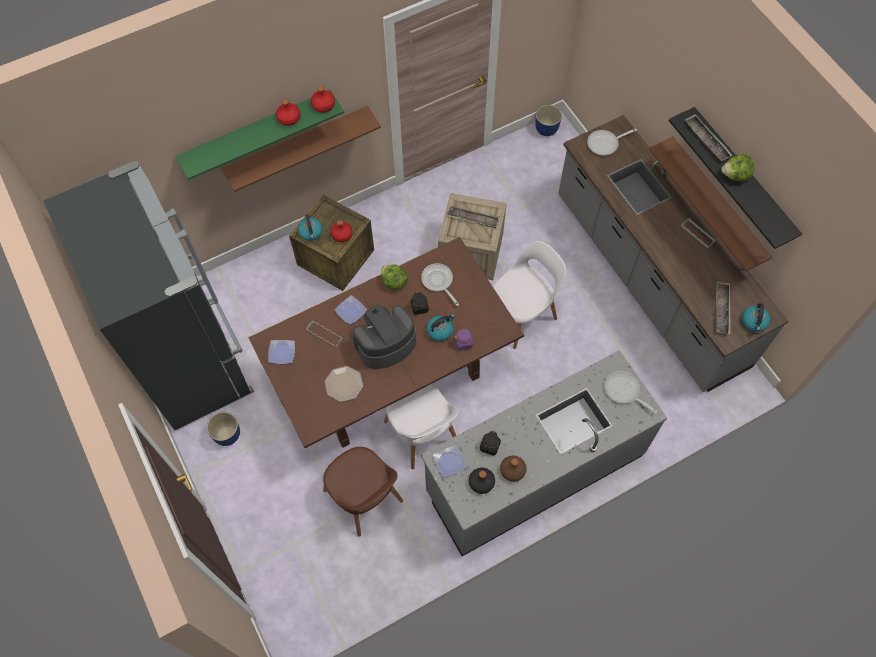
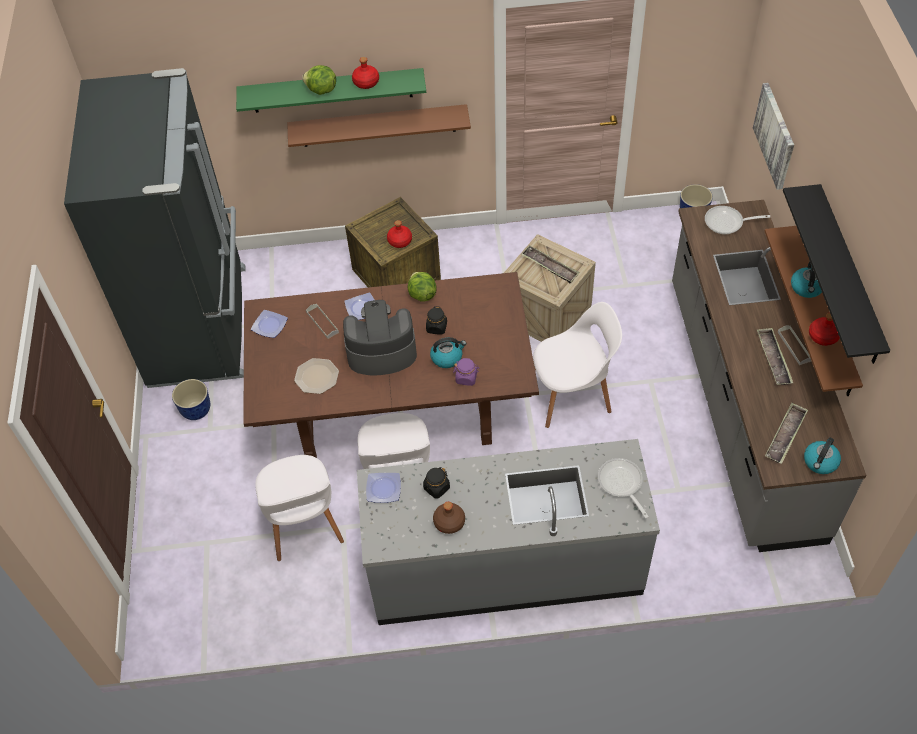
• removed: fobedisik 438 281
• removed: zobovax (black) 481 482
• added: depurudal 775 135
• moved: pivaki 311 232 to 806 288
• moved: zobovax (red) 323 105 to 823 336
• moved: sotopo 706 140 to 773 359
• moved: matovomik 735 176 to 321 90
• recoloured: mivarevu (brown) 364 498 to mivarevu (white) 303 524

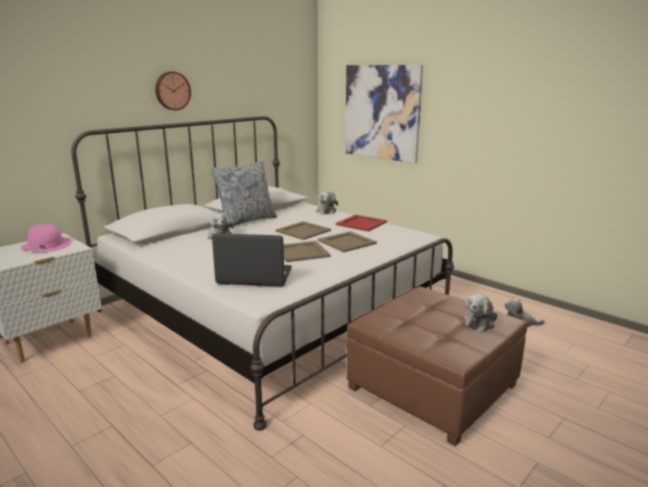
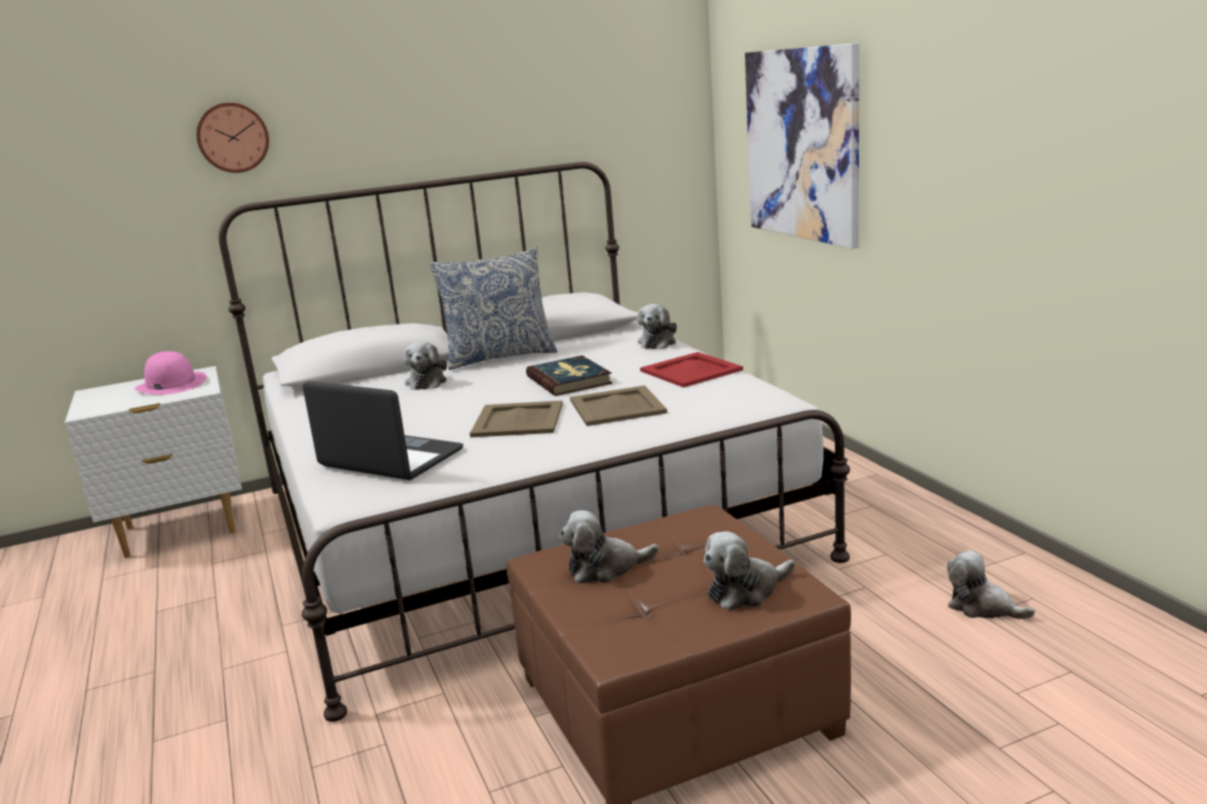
• added: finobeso 605 568
• moved: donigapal 172 91 to 232 137
• replaced: sotopo (beige) 303 230 to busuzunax 569 380

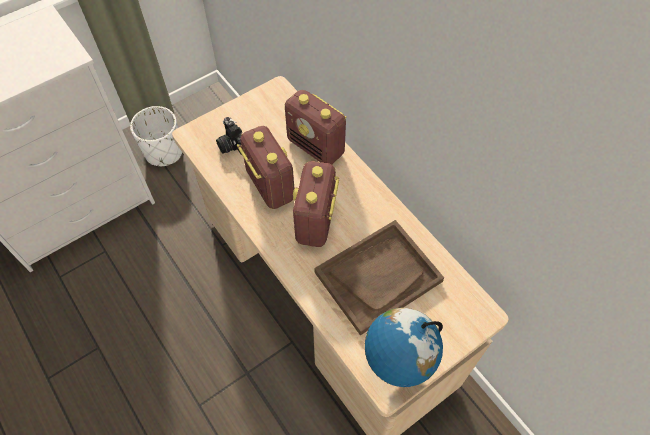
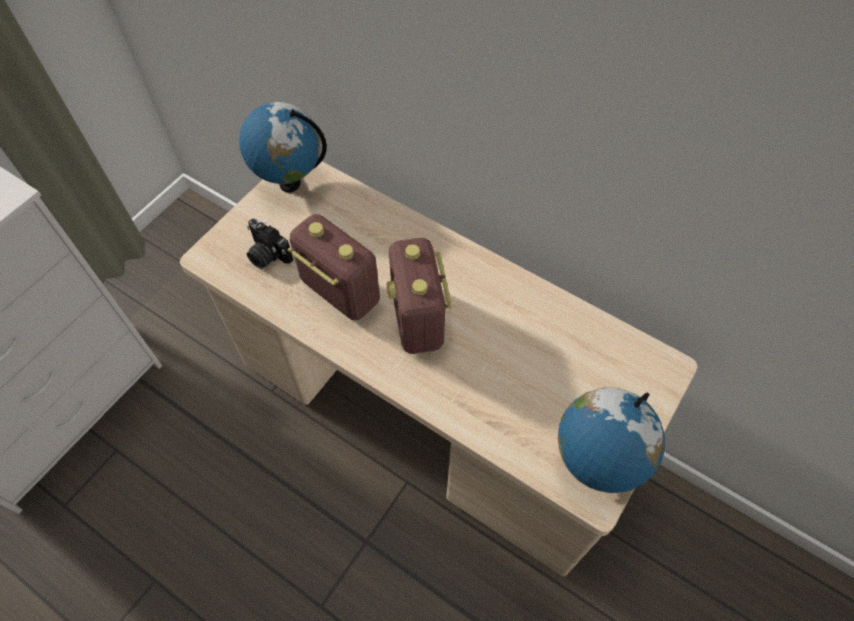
• removed: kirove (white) 164 152
• removed: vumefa 316 147
• removed: sotopo (brown) 378 276
• added: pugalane 290 182

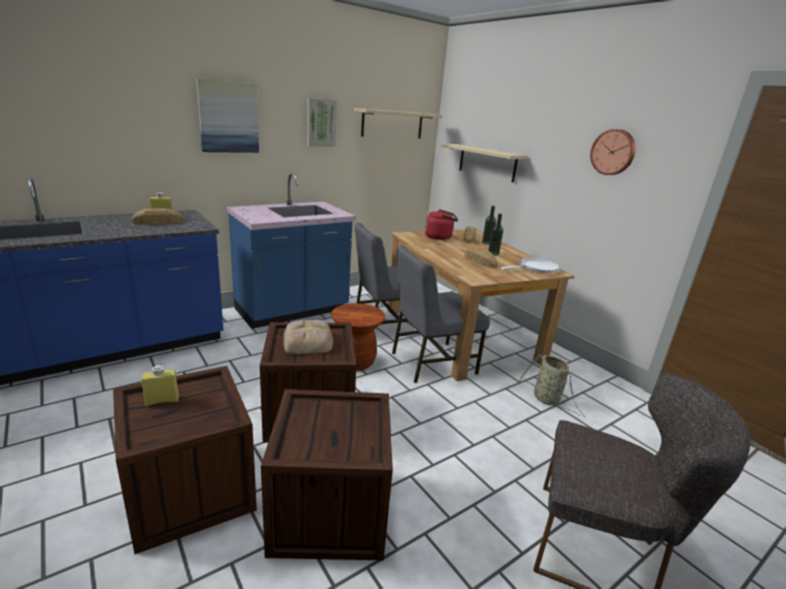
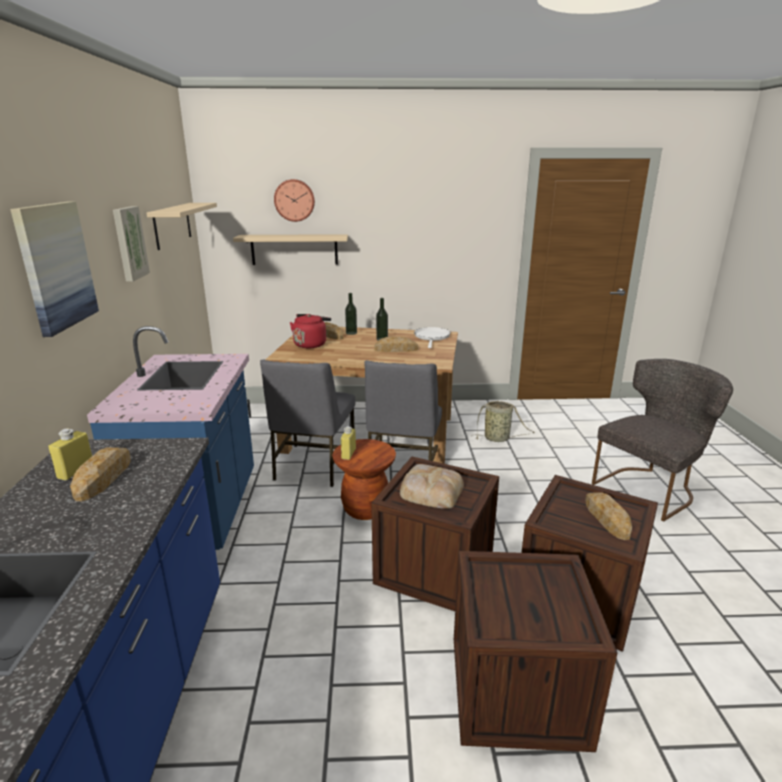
• added: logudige 606 518
• moved: zobovax (yellow) 162 401 to 348 454
• moved: donigapal 613 152 to 294 200

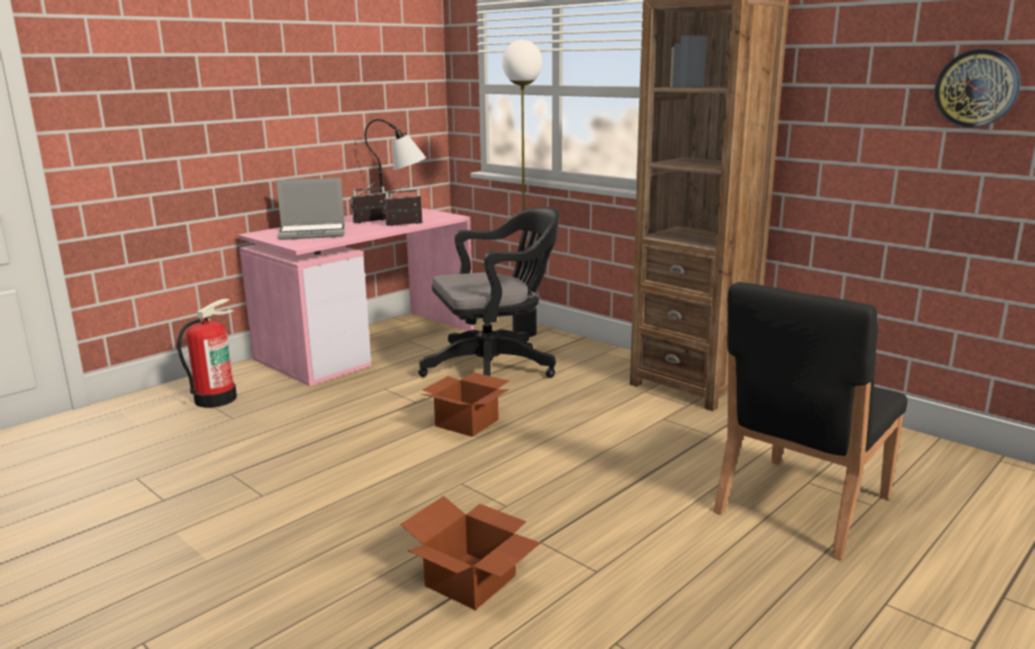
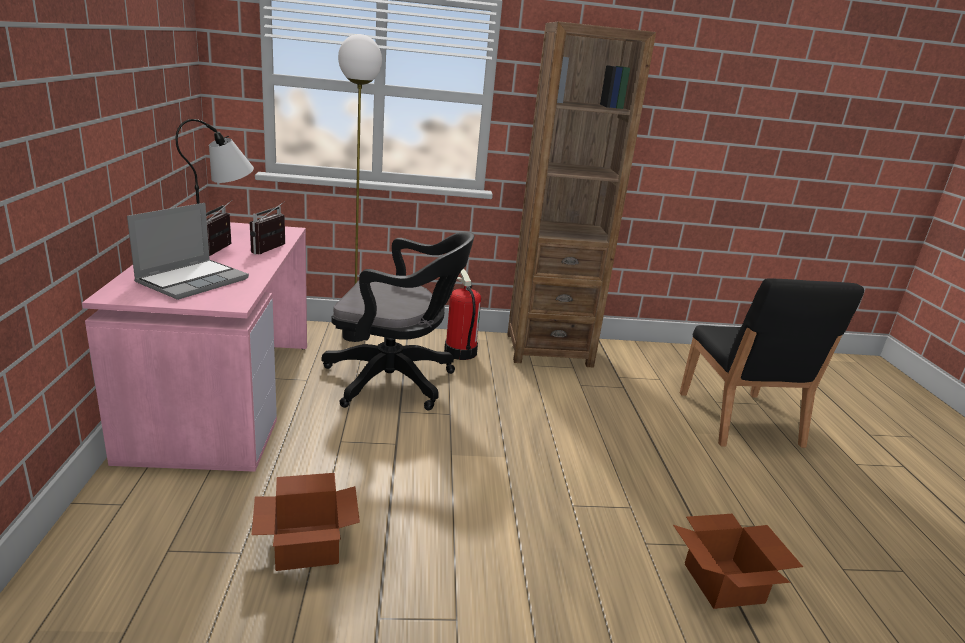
• removed: donigapal 976 88
• moved: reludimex 215 399 to 459 352
• moved: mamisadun 468 422 to 308 544
• turned: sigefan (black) 495 368 = 396 381 75 degrees clockwise

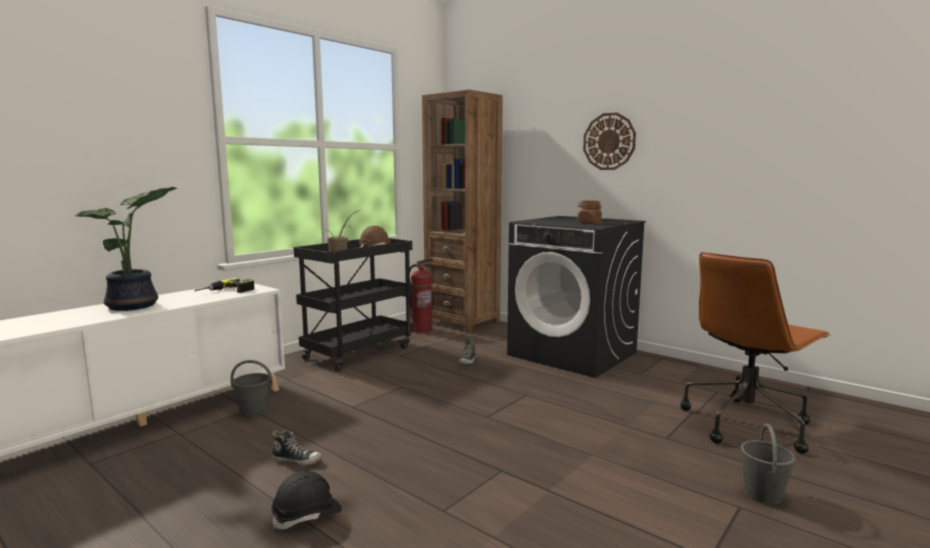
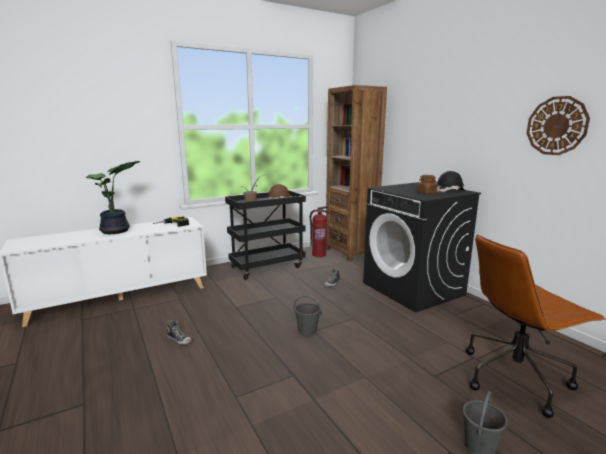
• moved: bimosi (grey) 254 412 to 307 330
• moved: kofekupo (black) 307 515 to 450 191
• moved: donigapal 609 141 to 556 126

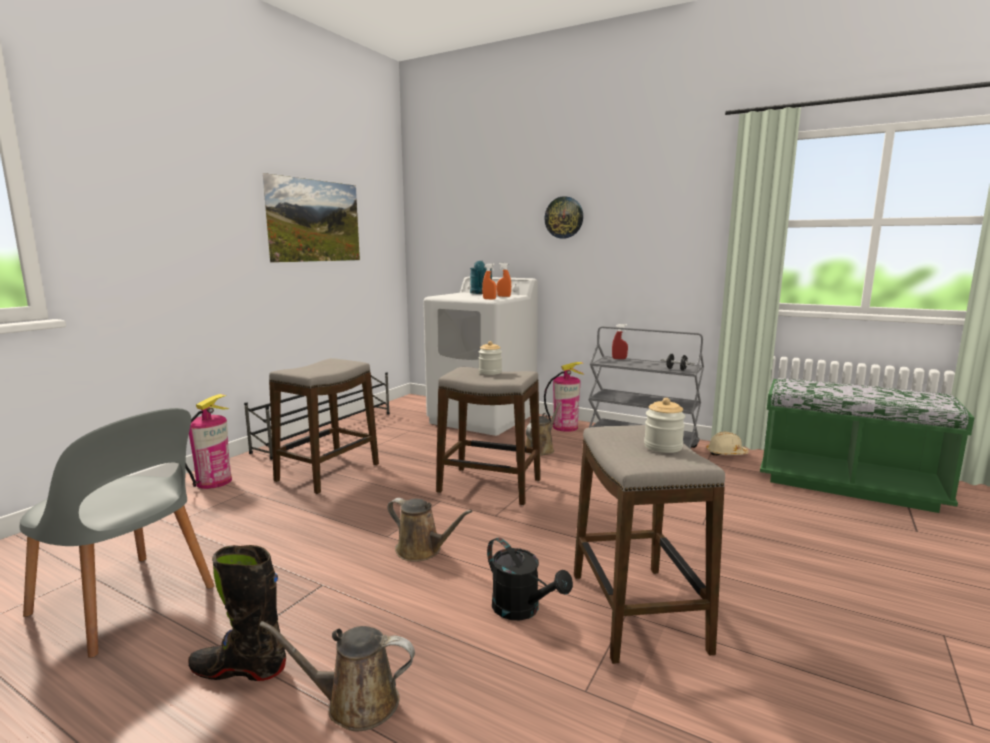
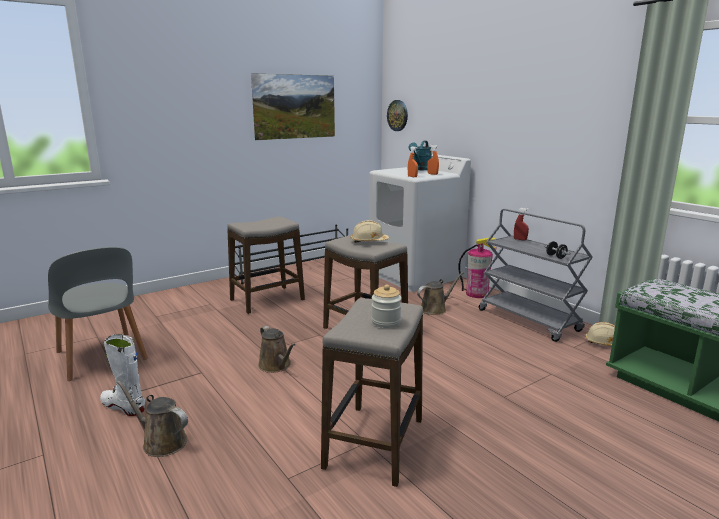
• removed: reludimex 214 481
• removed: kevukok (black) 522 610
• moved: donigapal 564 217 to 397 115
• replaced: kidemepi 490 372 to kofekupo (beige) 369 241
• recoloured: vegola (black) 239 670 to vegola (white) 123 407

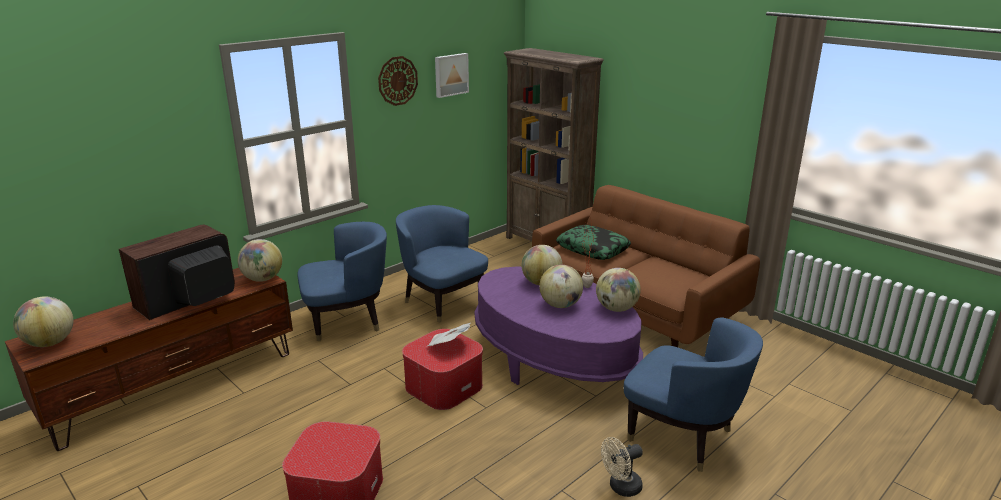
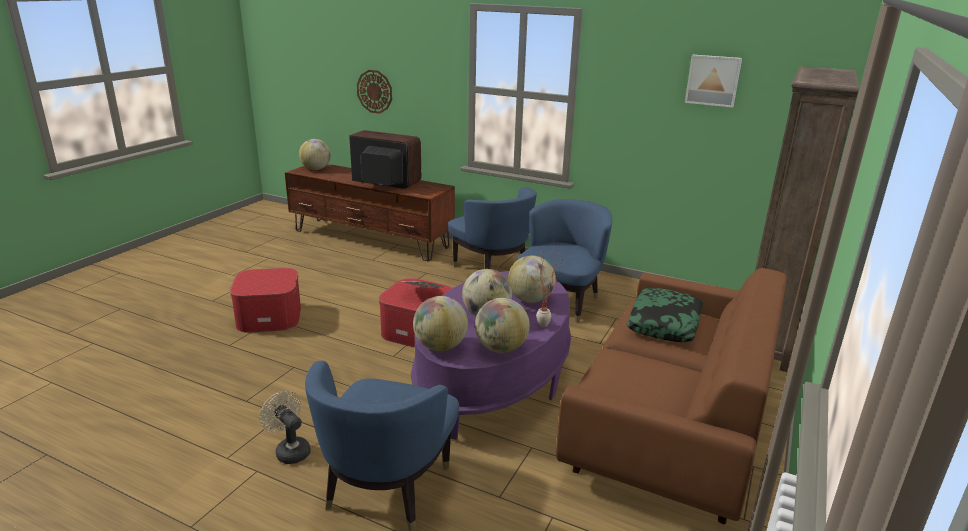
• moved: pugalane 262 279 to 440 346
• moved: donigapal 397 81 to 374 91

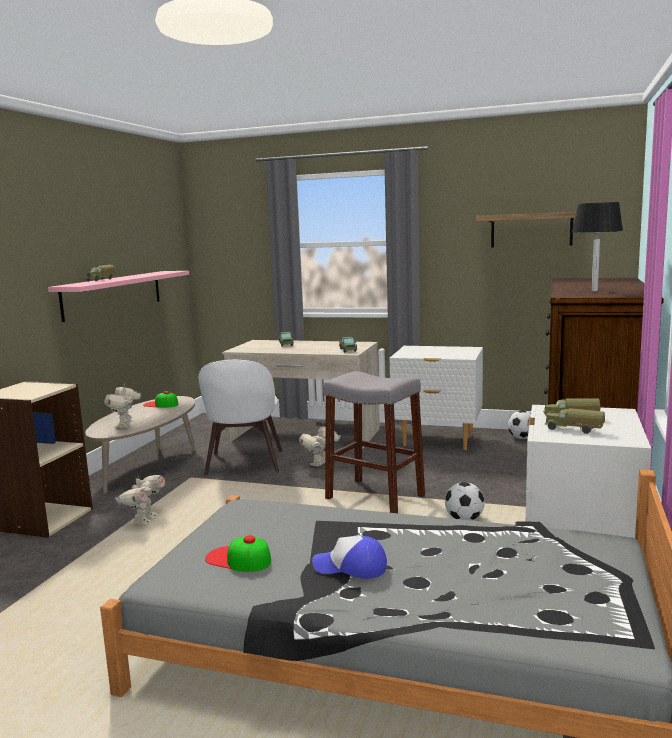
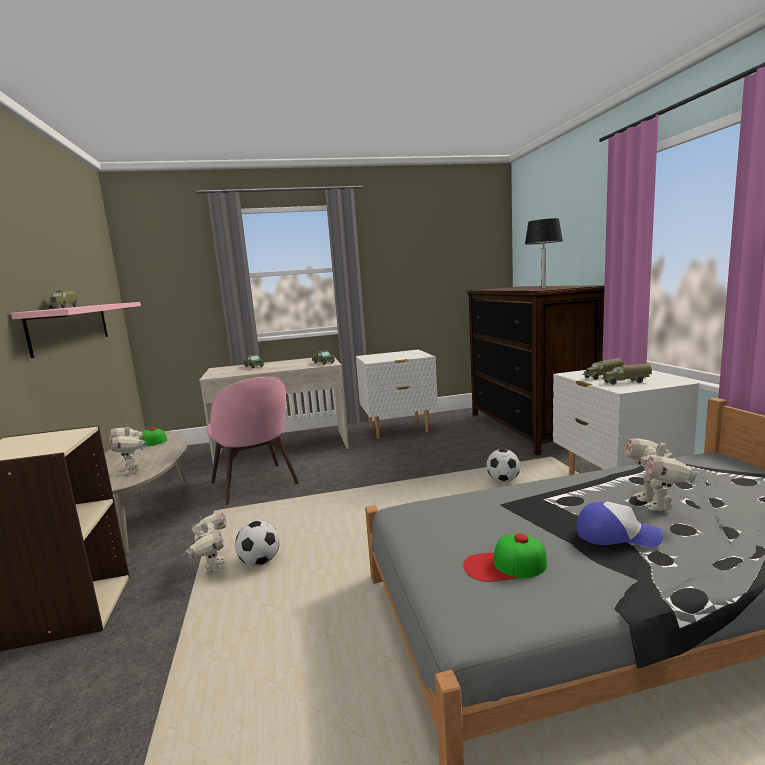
• removed: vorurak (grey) 375 497
• removed: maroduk 531 230
• moved: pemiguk 321 464 to 655 504
• moved: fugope 521 438 to 260 562
• recoloured: mivarevu (white) 244 464 to mivarevu (pink) 255 484
• turned: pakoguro 350 567 = 616 535 150 degrees counterclockwise

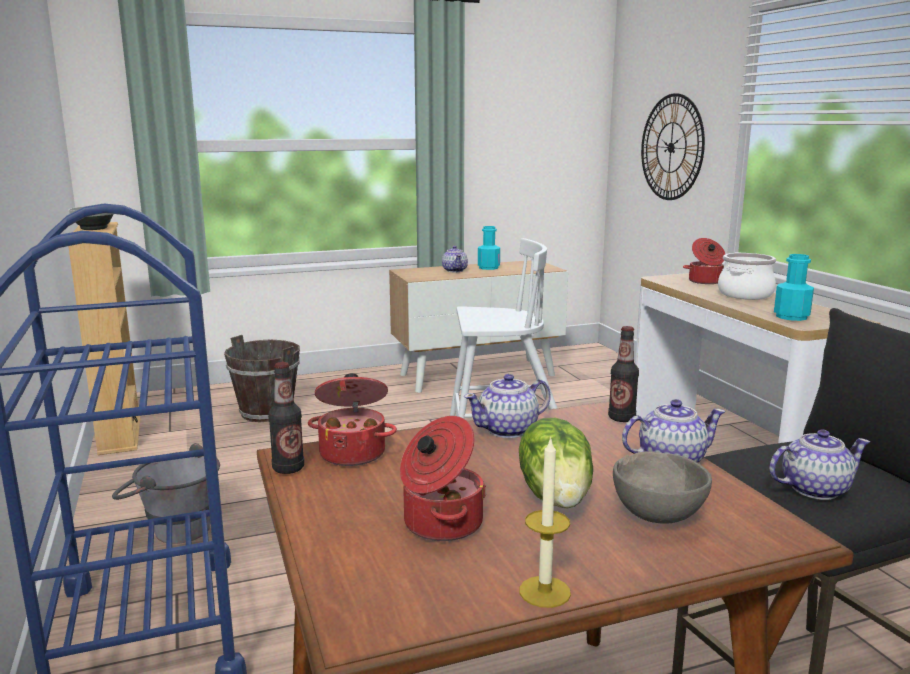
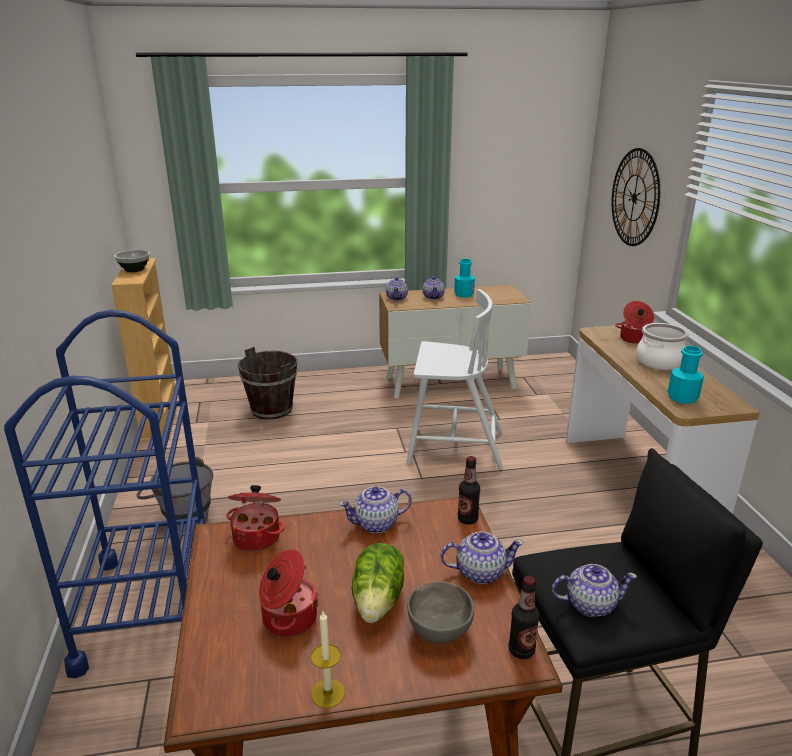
• added: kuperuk 397 298
• moved: zobovax 288 468 to 521 650

